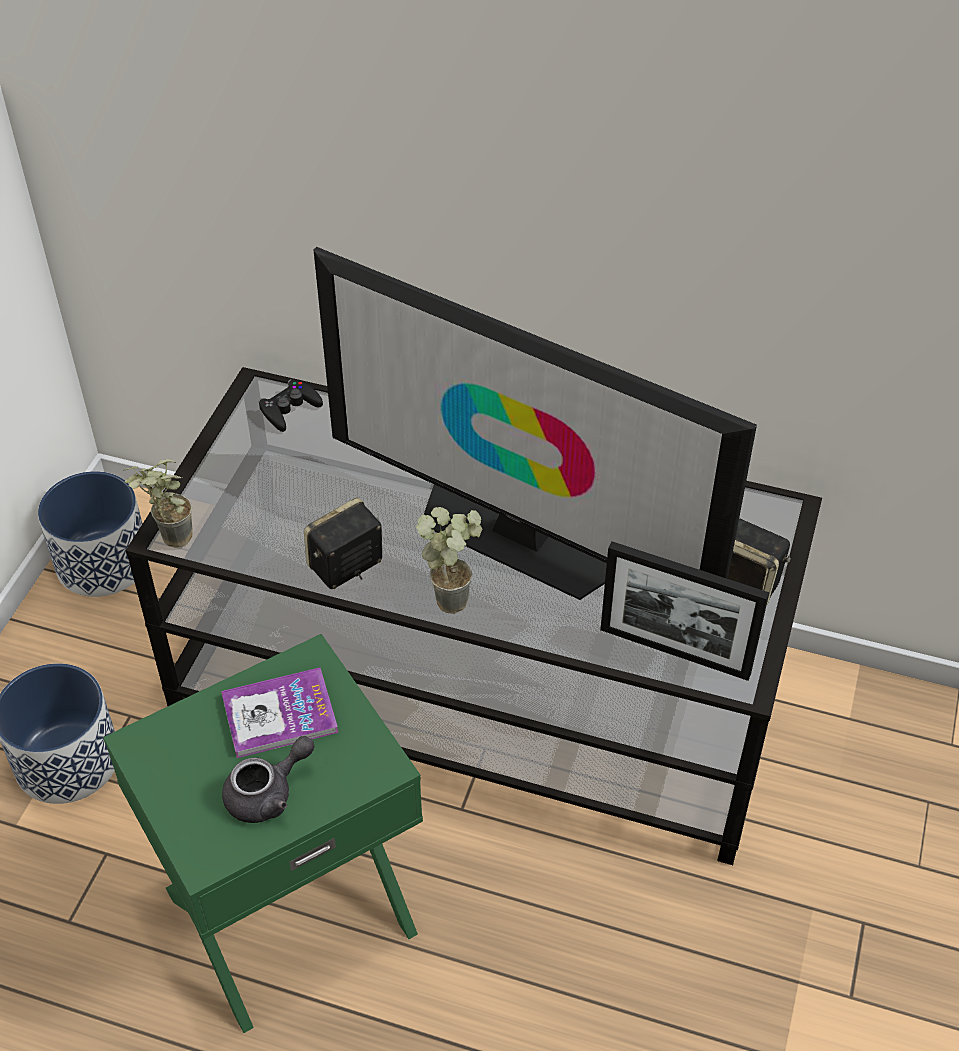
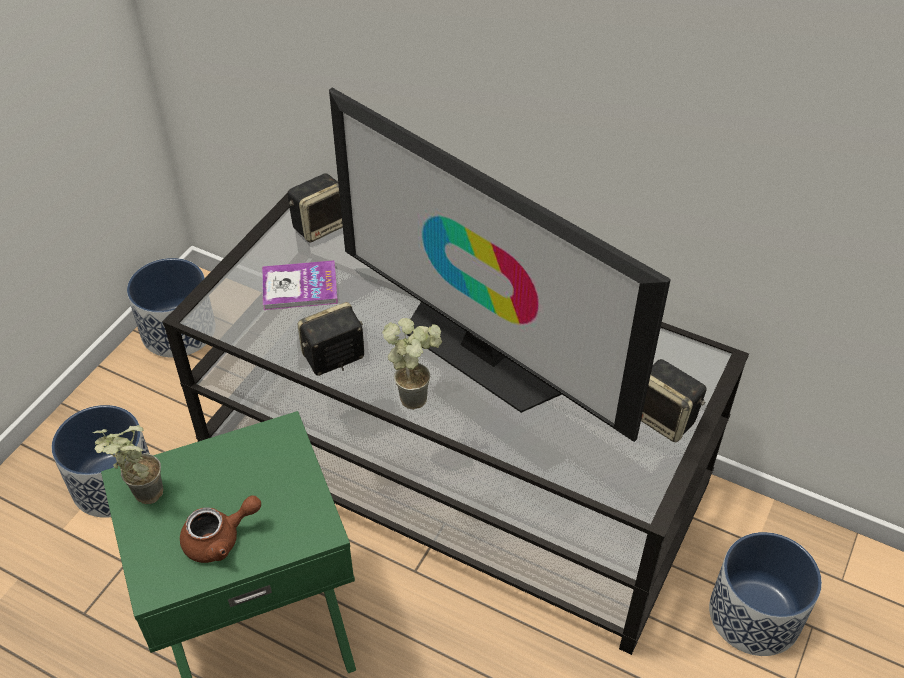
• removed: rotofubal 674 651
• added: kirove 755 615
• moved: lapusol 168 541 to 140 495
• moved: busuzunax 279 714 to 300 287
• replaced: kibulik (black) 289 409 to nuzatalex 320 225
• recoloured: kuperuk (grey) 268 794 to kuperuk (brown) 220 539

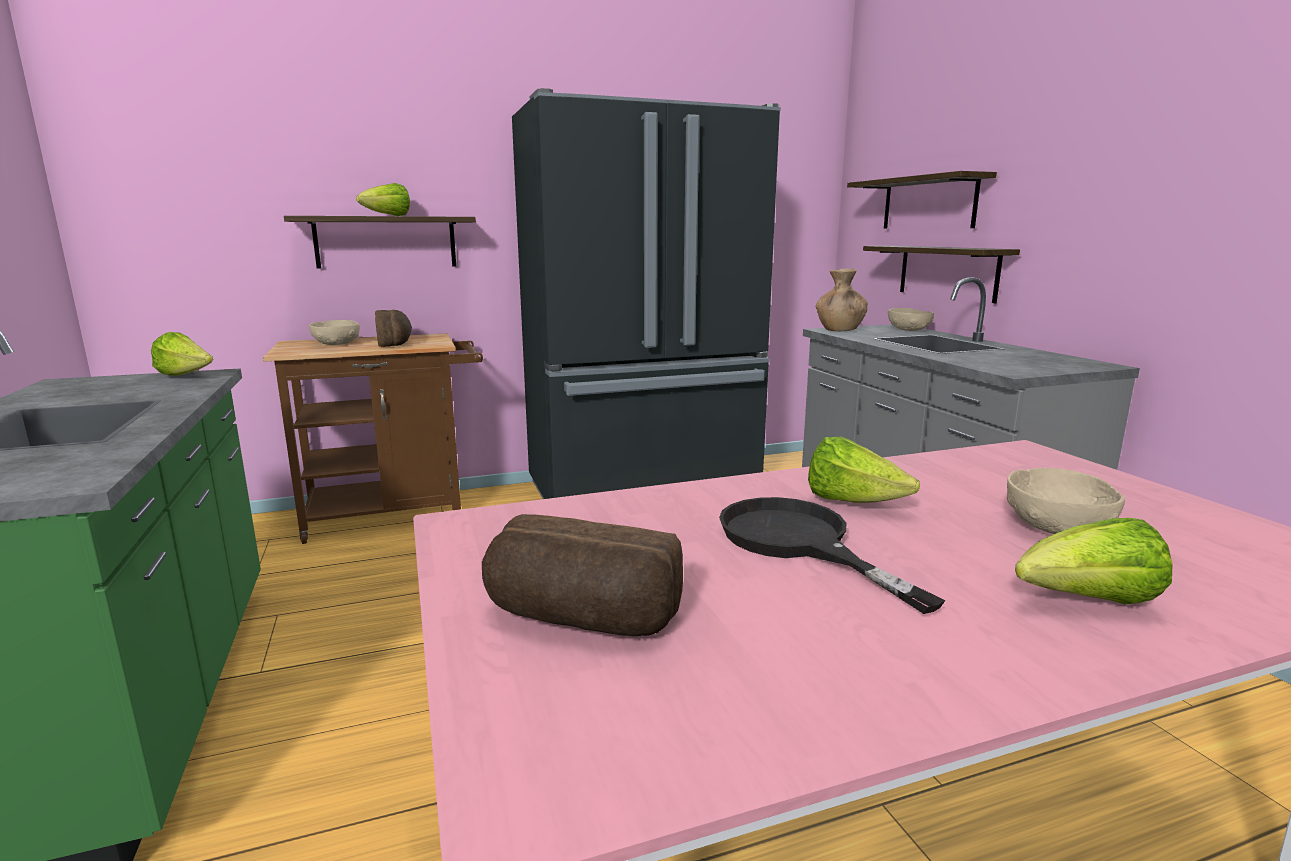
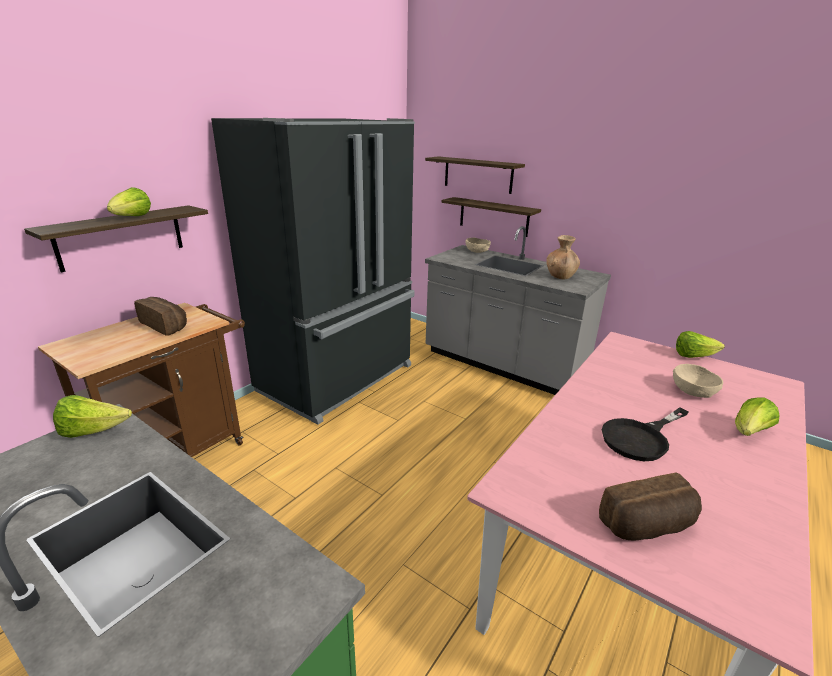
• removed: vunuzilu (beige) 337 344
• moved: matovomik 852 502 to 693 356
• moved: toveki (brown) 839 330 to 560 276
• turned: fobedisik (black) 798 542 = 640 438 60 degrees counterclockwise

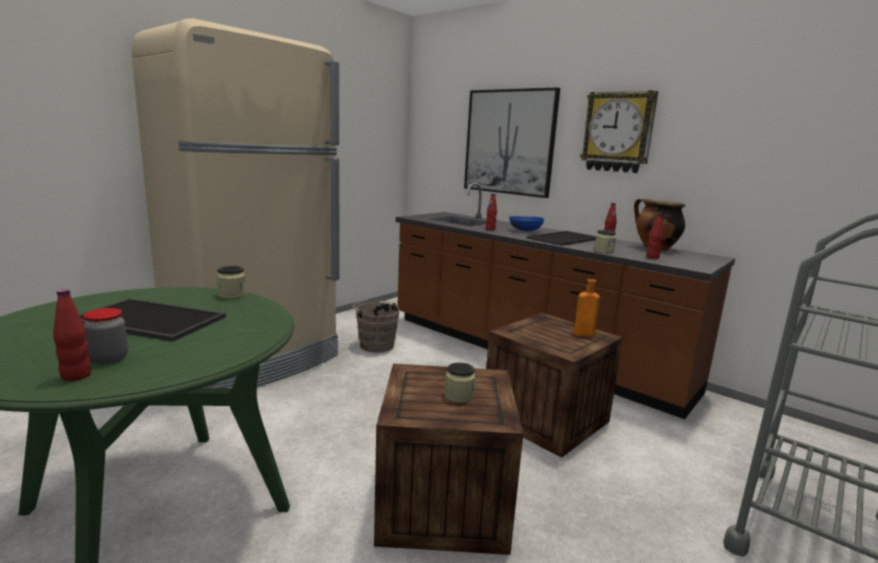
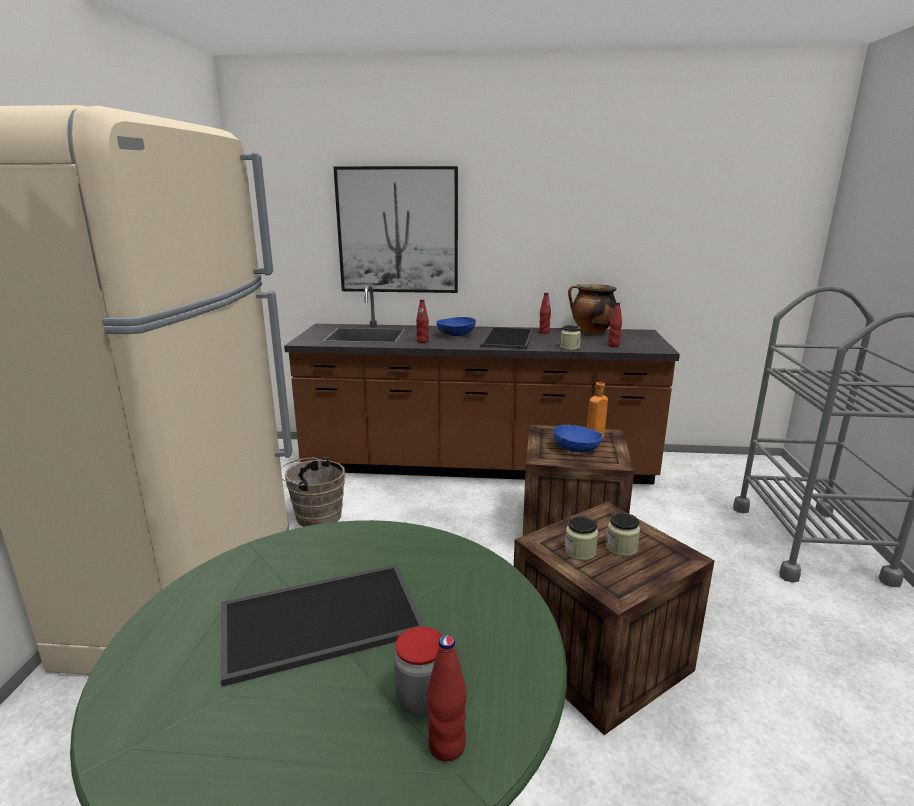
• removed: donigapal 618 132
• added: vunuzilu (blue) 576 449
• moved: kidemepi 232 295 to 580 552

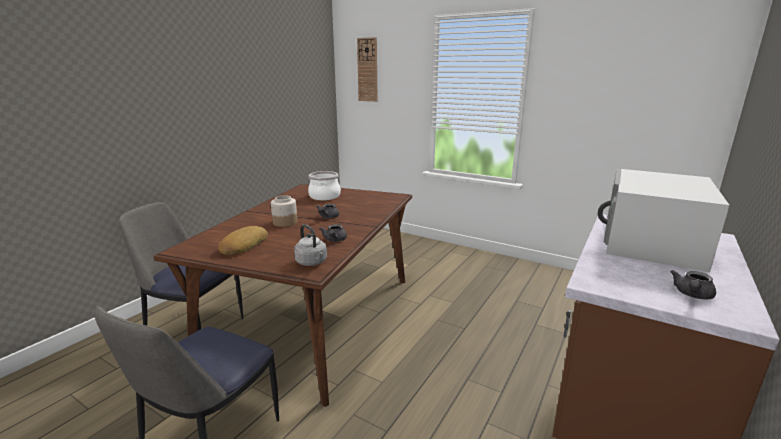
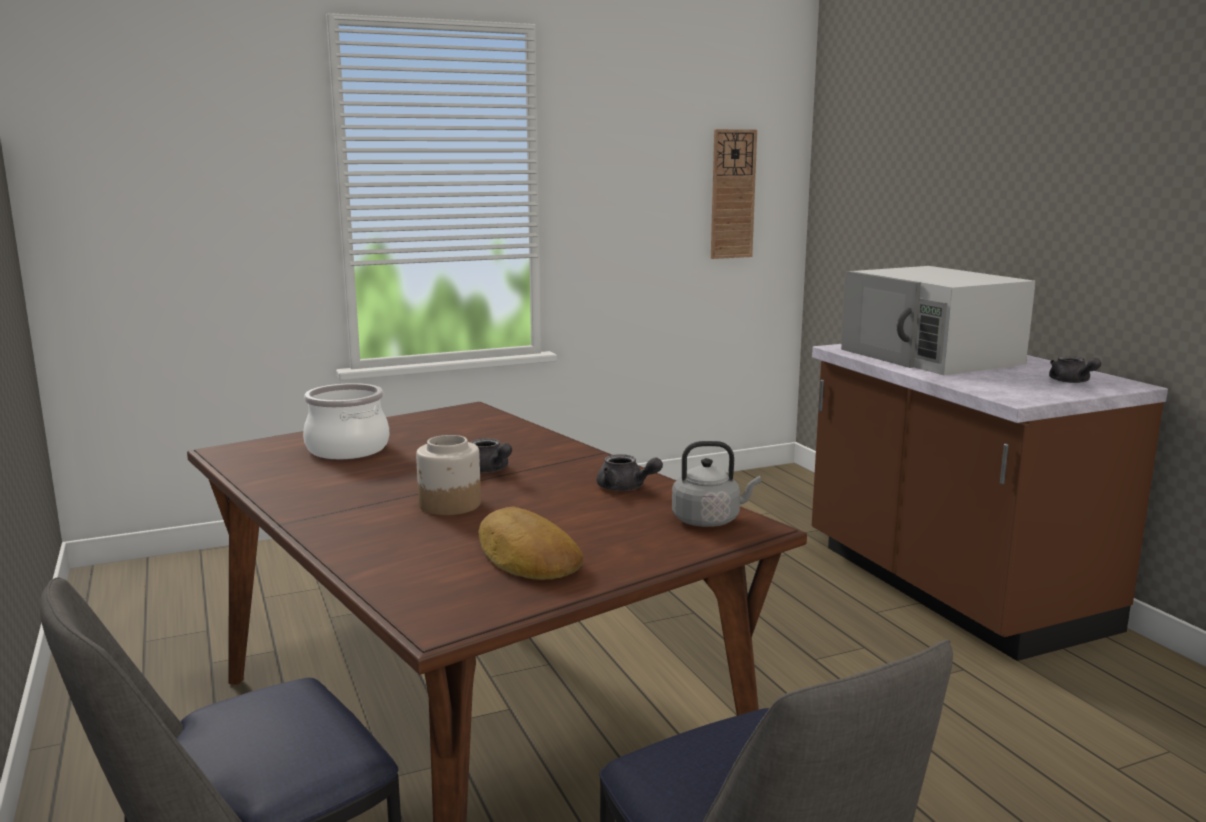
• moved: donigapal 367 70 to 732 194

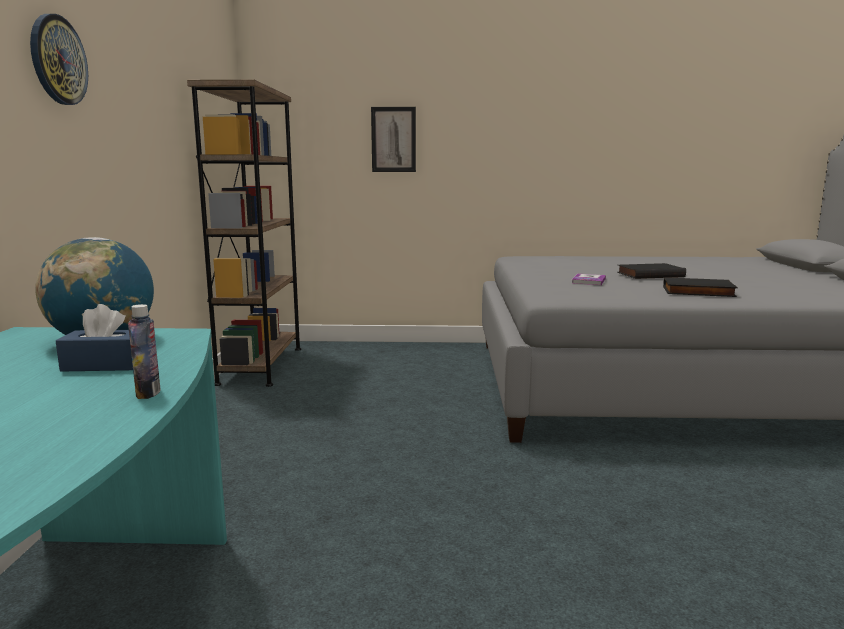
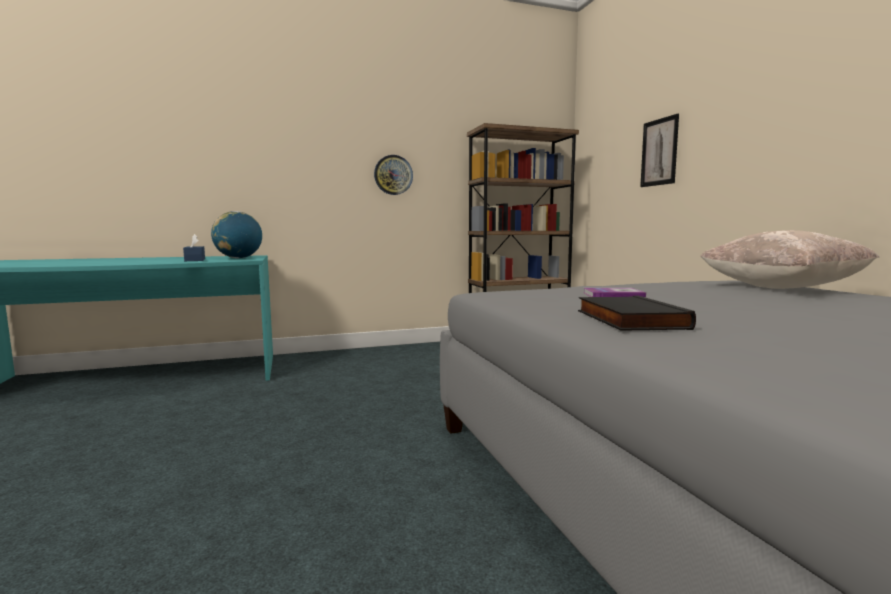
• removed: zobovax 148 393
• removed: busuzunax (black) 650 274
• added: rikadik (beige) 781 288
• moved: donigapal 58 60 to 393 175

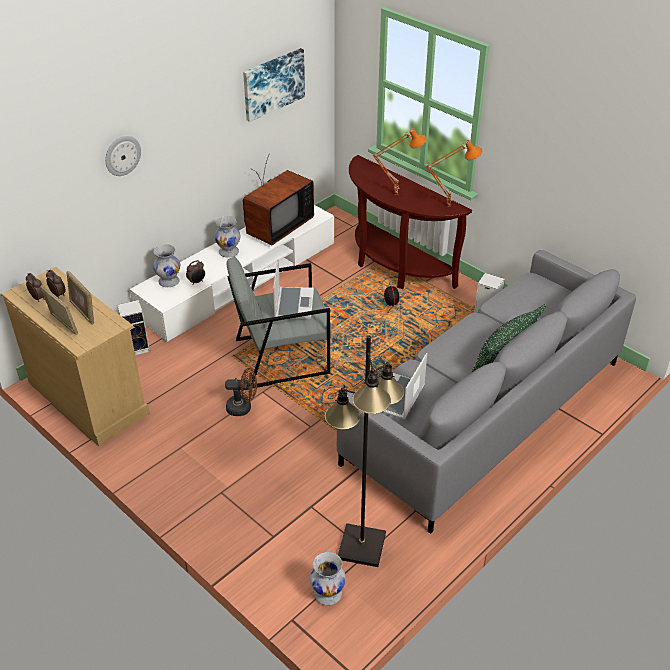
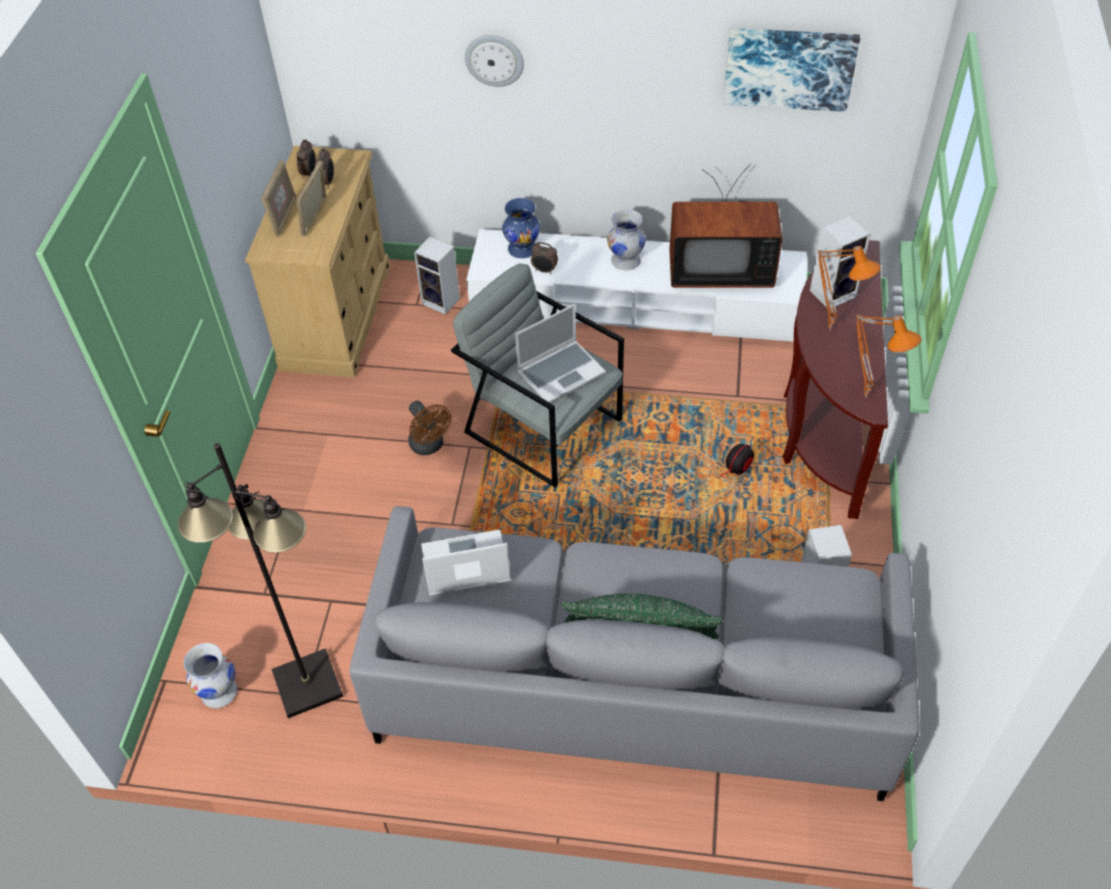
• added: nuzatalex 833 292
• recoloured: toveki (white) 169 281 to toveki (blue) 522 249

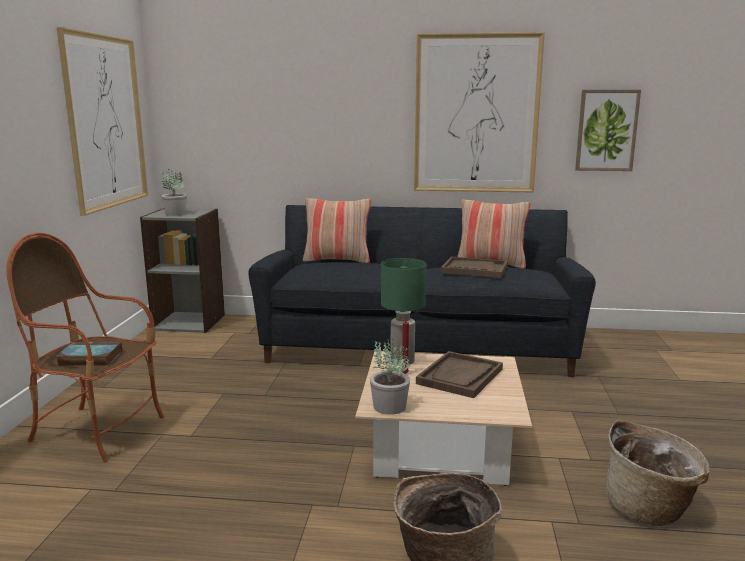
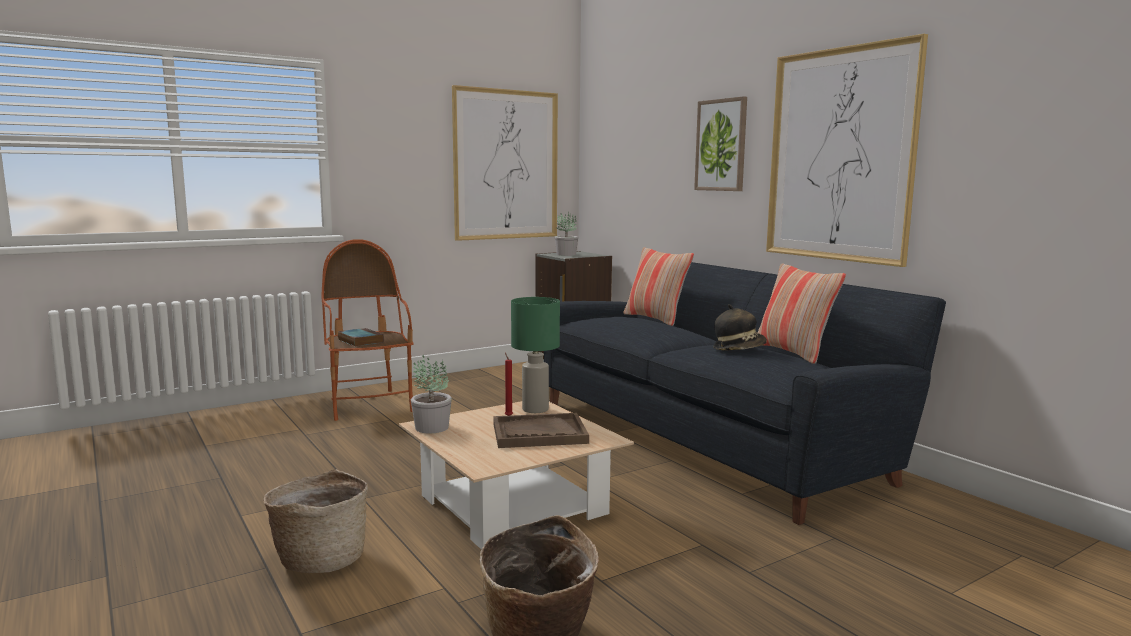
• moved: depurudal 606 130 to 721 145
• replaced: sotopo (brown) 474 269 to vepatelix 739 349

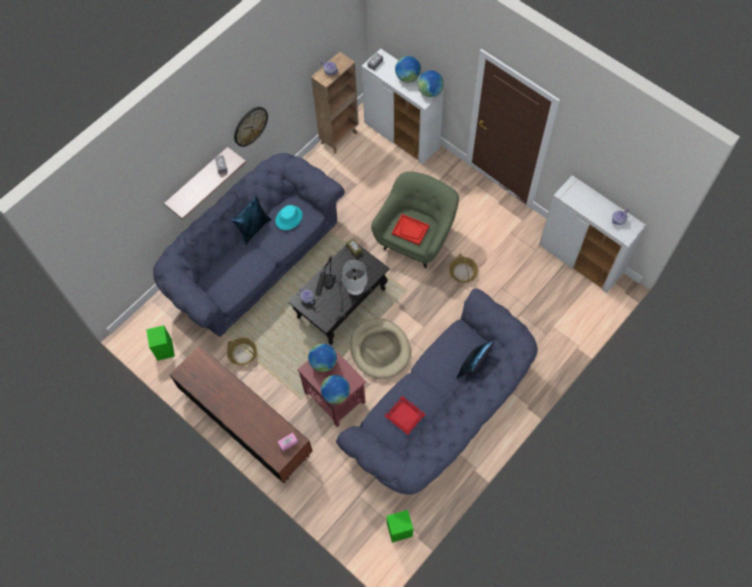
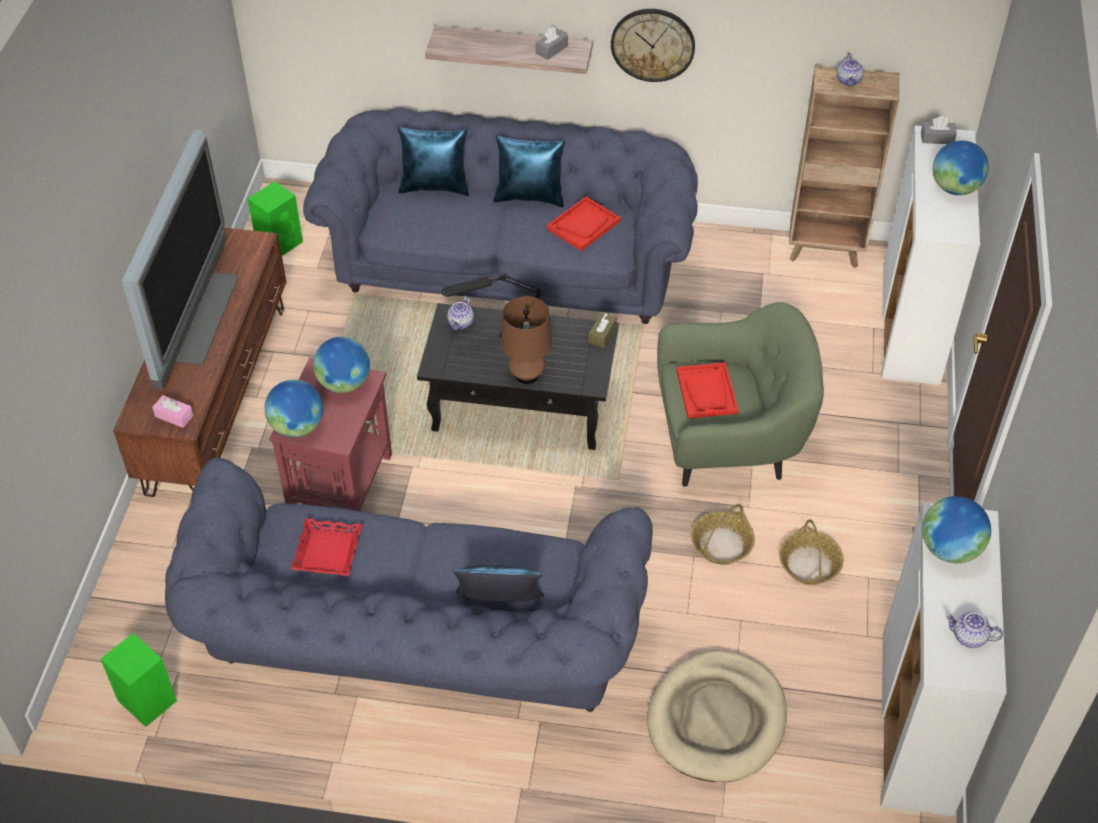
• added: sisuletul 196 316
• added: rikadik (blue) 435 186
• moved: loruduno 243 353 to 809 564
• moved: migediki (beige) 380 349 to 717 720
• moved: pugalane 430 92 to 950 549
• replaced: vepatelix (turquoise) 288 218 to sotopo (red) 583 225
• recoloured: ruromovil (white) 355 290 to ruromovil (brown) 526 374

